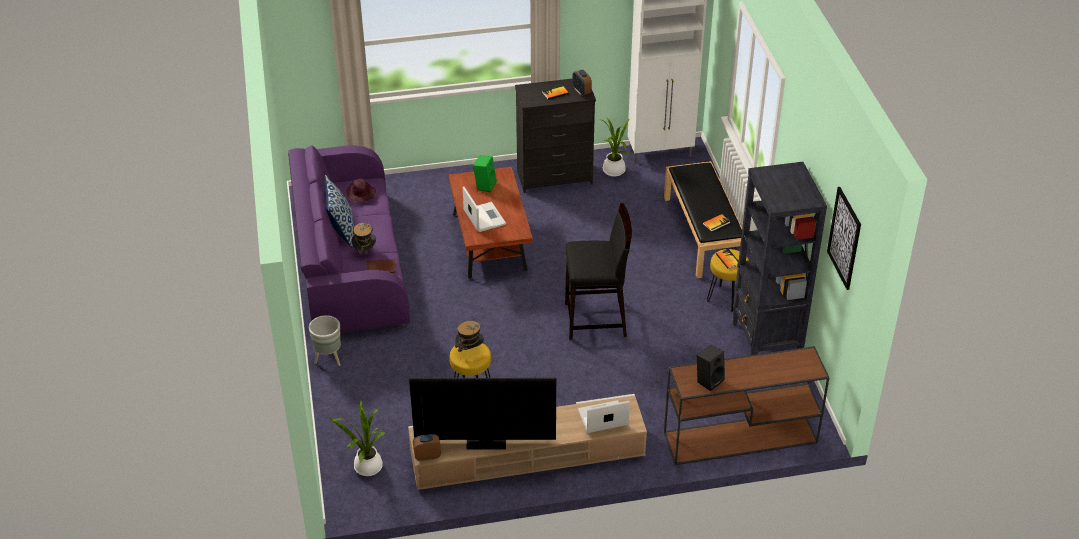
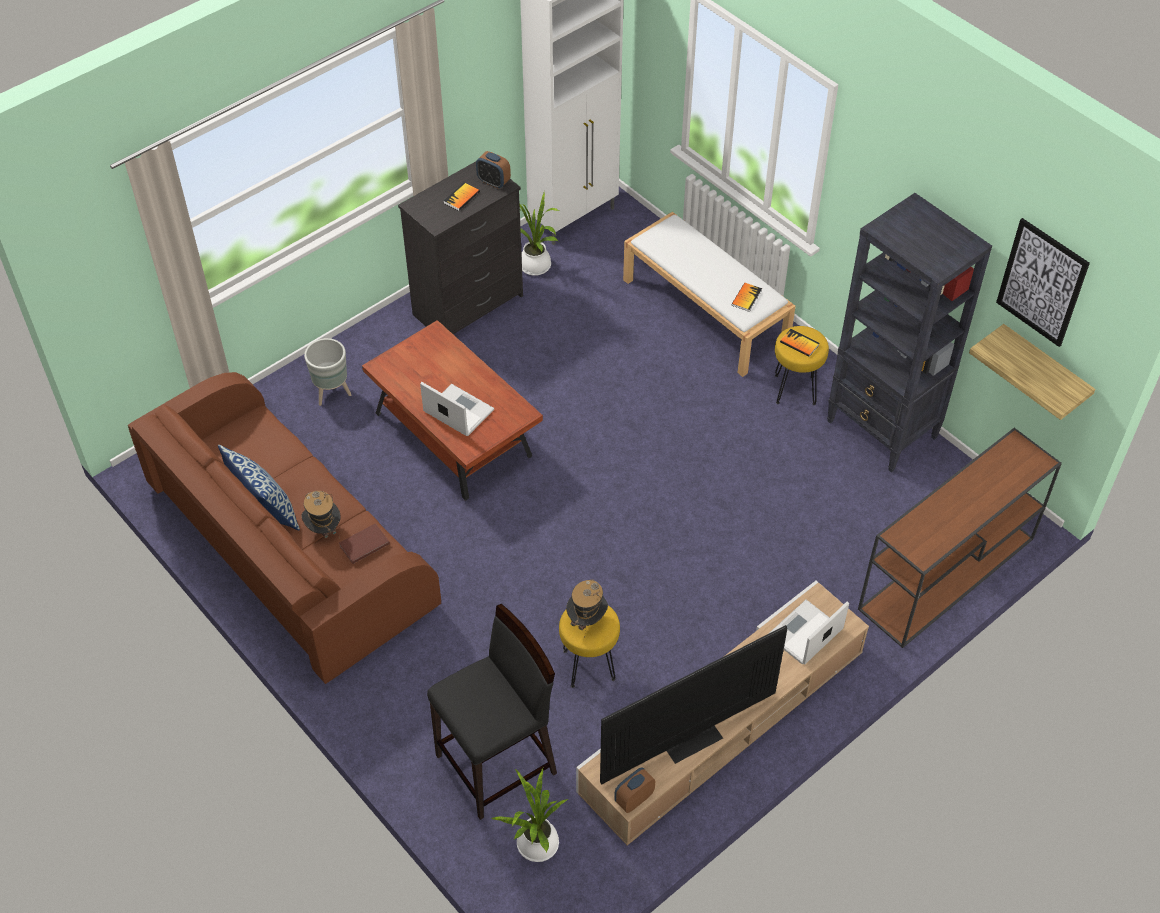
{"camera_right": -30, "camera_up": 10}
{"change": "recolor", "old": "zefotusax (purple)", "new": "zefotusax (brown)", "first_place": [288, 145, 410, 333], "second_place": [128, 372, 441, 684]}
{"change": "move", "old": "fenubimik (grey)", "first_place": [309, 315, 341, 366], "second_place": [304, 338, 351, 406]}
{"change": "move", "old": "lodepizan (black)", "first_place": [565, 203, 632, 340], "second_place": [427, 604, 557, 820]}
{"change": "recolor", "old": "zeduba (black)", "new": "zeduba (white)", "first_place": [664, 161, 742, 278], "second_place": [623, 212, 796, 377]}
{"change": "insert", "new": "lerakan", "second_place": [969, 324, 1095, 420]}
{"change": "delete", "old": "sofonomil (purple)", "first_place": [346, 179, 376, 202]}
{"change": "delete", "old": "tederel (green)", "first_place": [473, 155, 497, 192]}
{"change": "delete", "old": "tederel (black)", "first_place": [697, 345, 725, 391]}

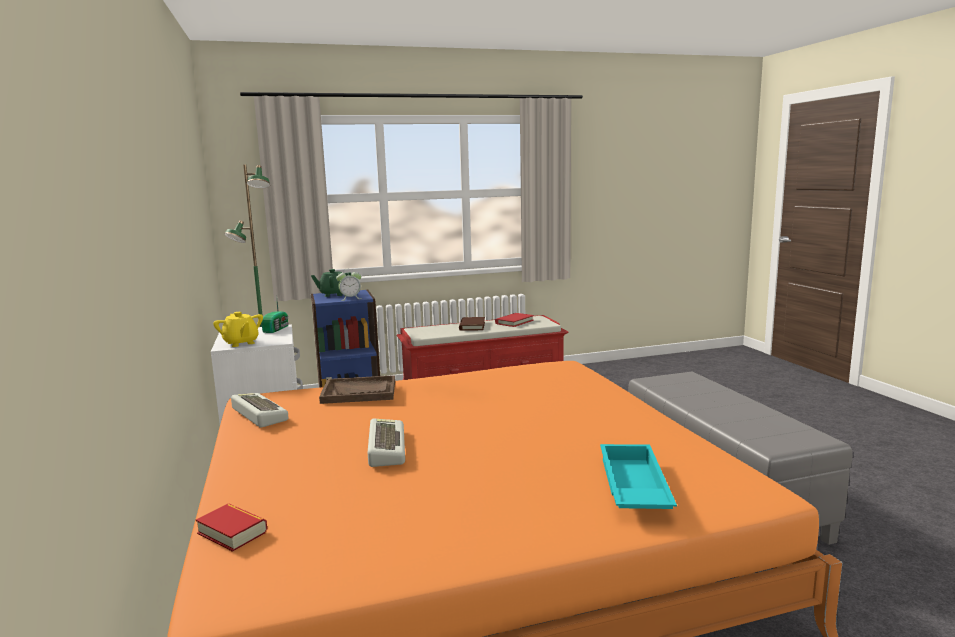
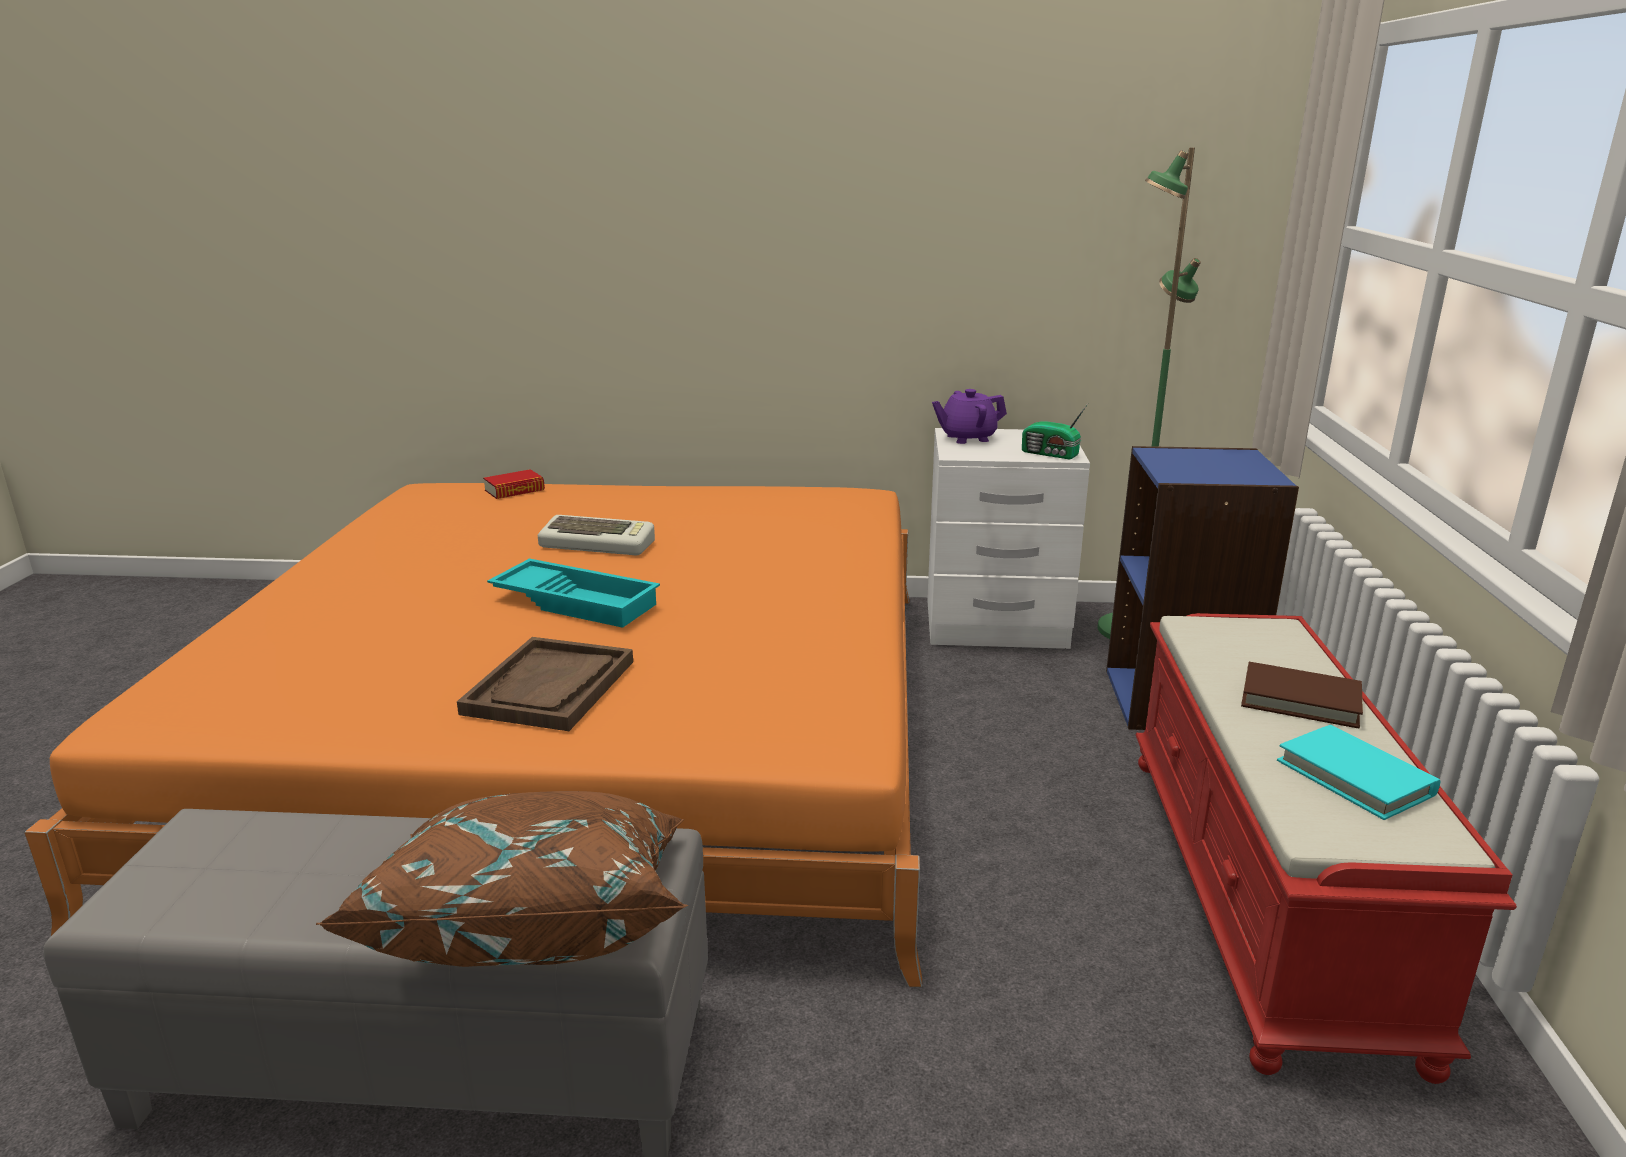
{"camera_right": 110, "camera_up": 10}
{"change": "insert", "new": "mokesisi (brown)", "second_place": [316, 791, 688, 967]}
{"change": "move", "old": "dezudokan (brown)", "first_place": [319, 375, 395, 404], "second_place": [457, 637, 633, 731]}
{"change": "move", "old": "dezudokan (turquoise)", "first_place": [600, 444, 677, 509], "second_place": [487, 558, 660, 628]}
{"change": "recolor", "old": "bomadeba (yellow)", "new": "bomadeba (purple)", "first_place": [213, 312, 263, 347], "second_place": [932, 389, 1007, 444]}
{"change": "recolor", "old": "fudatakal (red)", "new": "fudatakal (turquoise)", "first_place": [495, 313, 534, 327], "second_place": [1277, 725, 1440, 820]}
{"change": "delete", "old": "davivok", "first_place": [231, 393, 288, 428]}
{"change": "delete", "old": "bomadeba (green)", "first_place": [311, 269, 352, 297]}
{"change": "delete", "old": "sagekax", "first_place": [336, 268, 361, 301]}

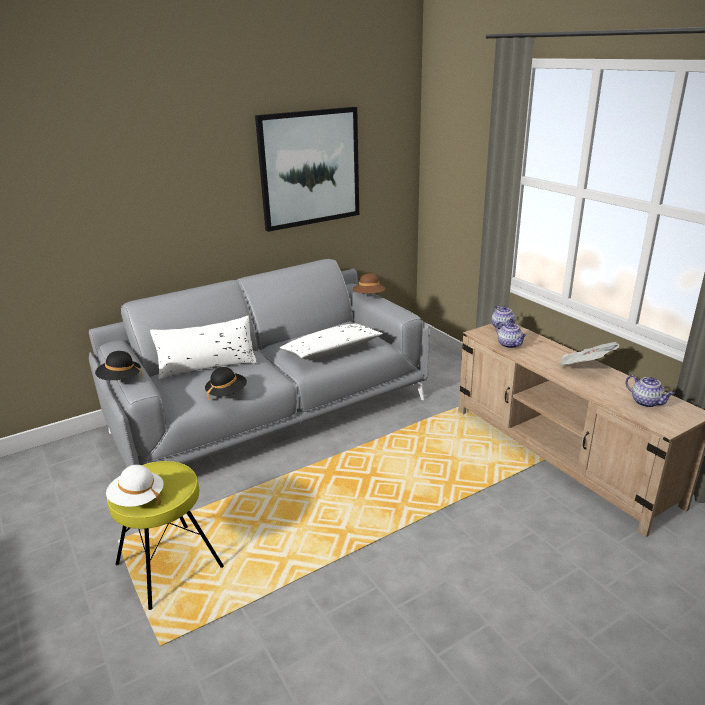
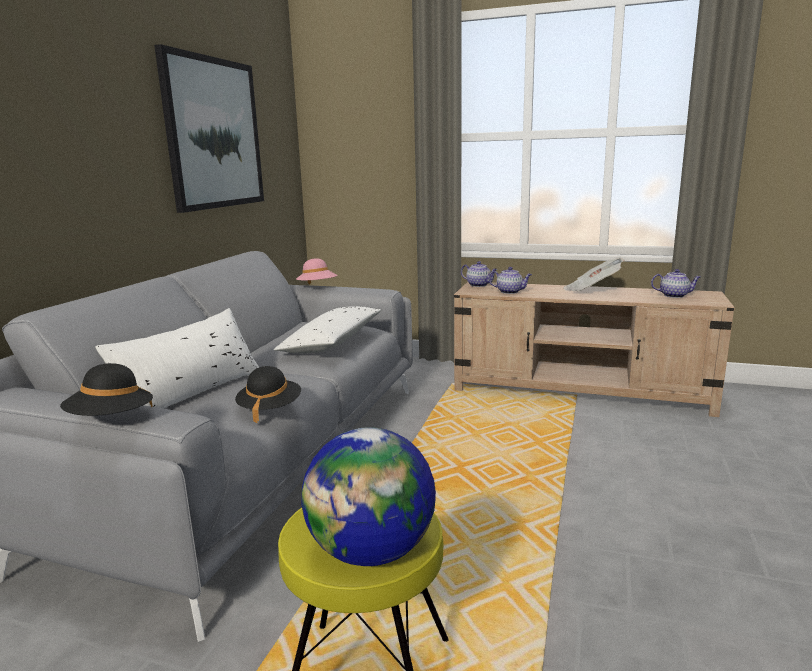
{"camera_right": -40, "camera_up": -10}
{"change": "recolor", "old": "sofonomil (brown)", "new": "sofonomil (pink)", "first_place": [353, 273, 386, 294], "second_place": [296, 258, 338, 284]}
{"change": "replace", "old": "sofonomil (white)", "new": "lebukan", "first_place": [106, 465, 164, 507], "second_place": [302, 427, 436, 566]}

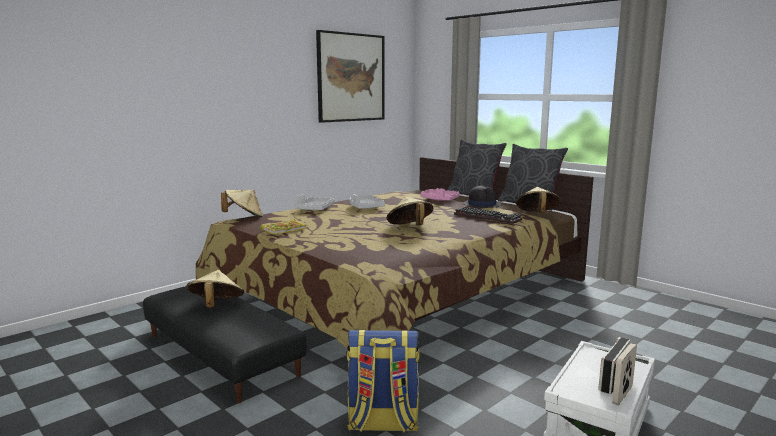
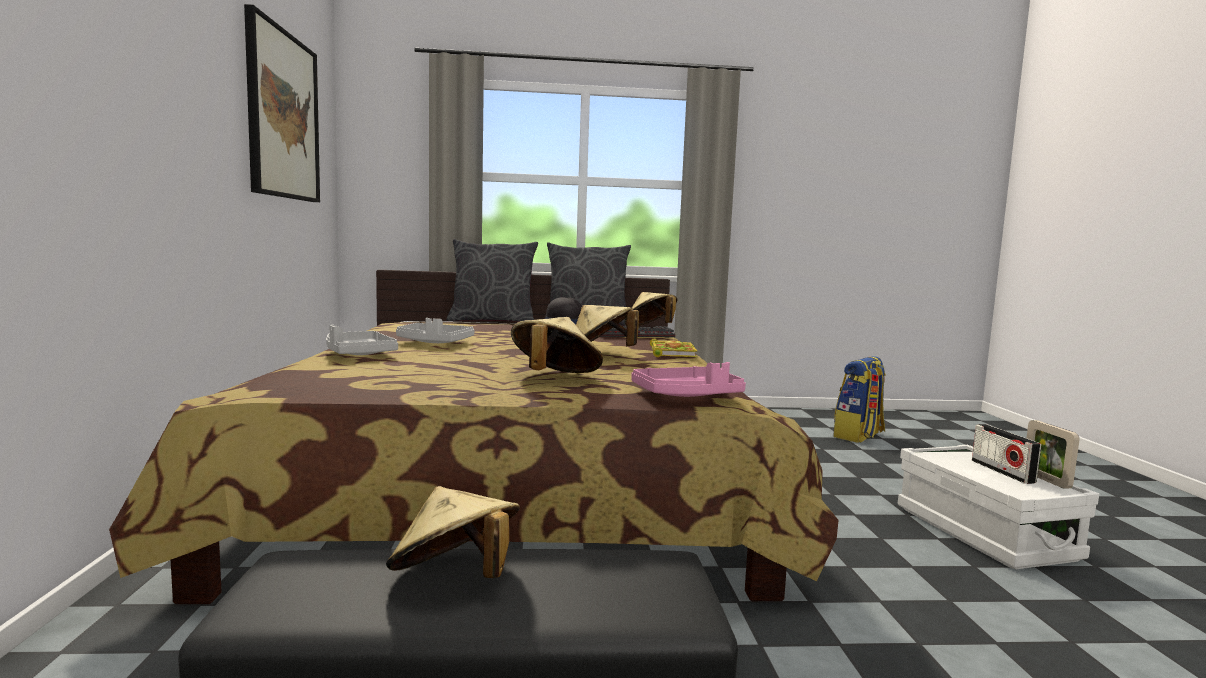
{"camera_right": -50, "camera_up": -5}
{"change": "move", "old": "sofonomil (beige)", "first_place": [221, 190, 263, 217], "second_place": [511, 317, 603, 373]}
{"change": "move", "old": "dezudokan (pink)", "first_place": [421, 188, 460, 201], "second_place": [632, 362, 746, 397]}
{"change": "move", "old": "fudatakal", "first_place": [260, 219, 307, 235], "second_place": [650, 339, 697, 357]}
{"change": "move", "old": "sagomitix", "first_place": [346, 330, 420, 432], "second_place": [833, 356, 886, 443]}

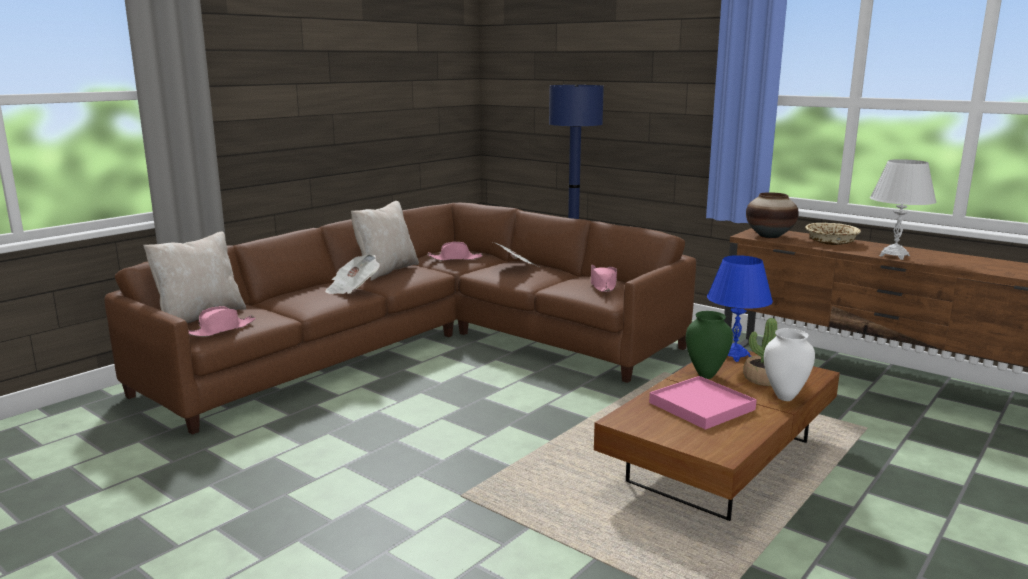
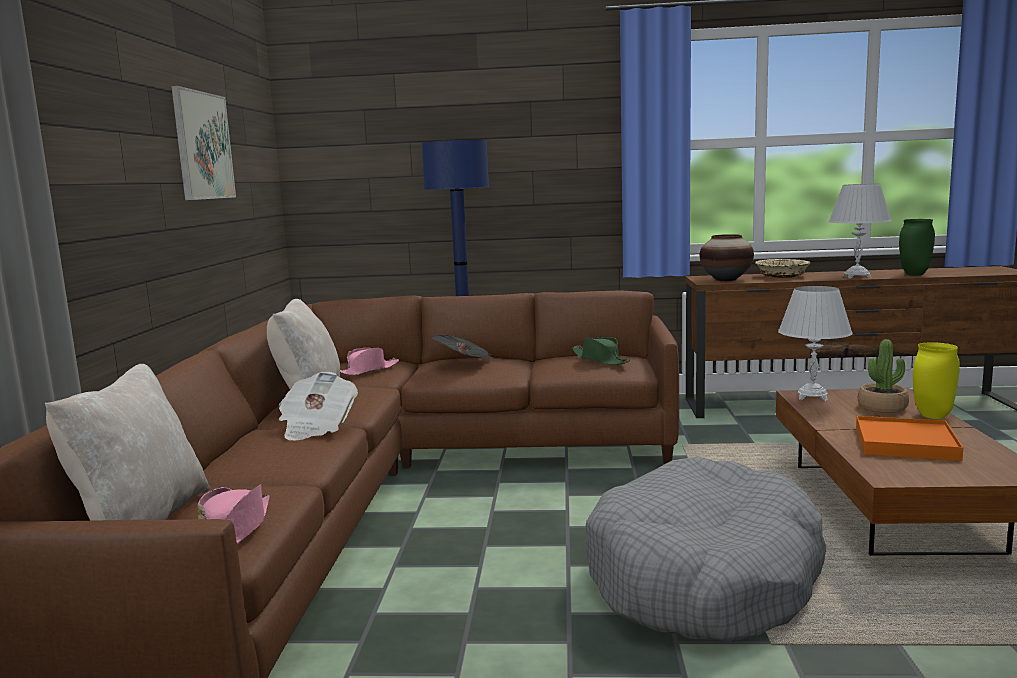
{"camera_right": -35, "camera_up": -5}
{"change": "insert", "new": "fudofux", "second_place": [171, 86, 236, 200]}
{"change": "recolor", "old": "sofonomil (pink)", "new": "sofonomil (green)", "first_place": [591, 265, 617, 292], "second_place": [572, 337, 630, 365]}
{"change": "insert", "new": "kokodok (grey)", "second_place": [585, 456, 826, 642]}
{"change": "recolor", "old": "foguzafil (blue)", "new": "foguzafil (white)", "first_place": [707, 255, 773, 362], "second_place": [778, 286, 853, 401]}
{"change": "recolor", "old": "dezudokan (pink)", "new": "dezudokan (orange)", "first_place": [649, 376, 757, 430], "second_place": [856, 416, 963, 461]}
{"change": "move", "old": "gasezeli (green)", "first_place": [686, 311, 733, 379], "second_place": [899, 219, 935, 276]}
{"change": "recolor", "old": "gasezeli (white)", "new": "gasezeli (yellow)", "first_place": [764, 328, 815, 401], "second_place": [913, 342, 960, 419]}

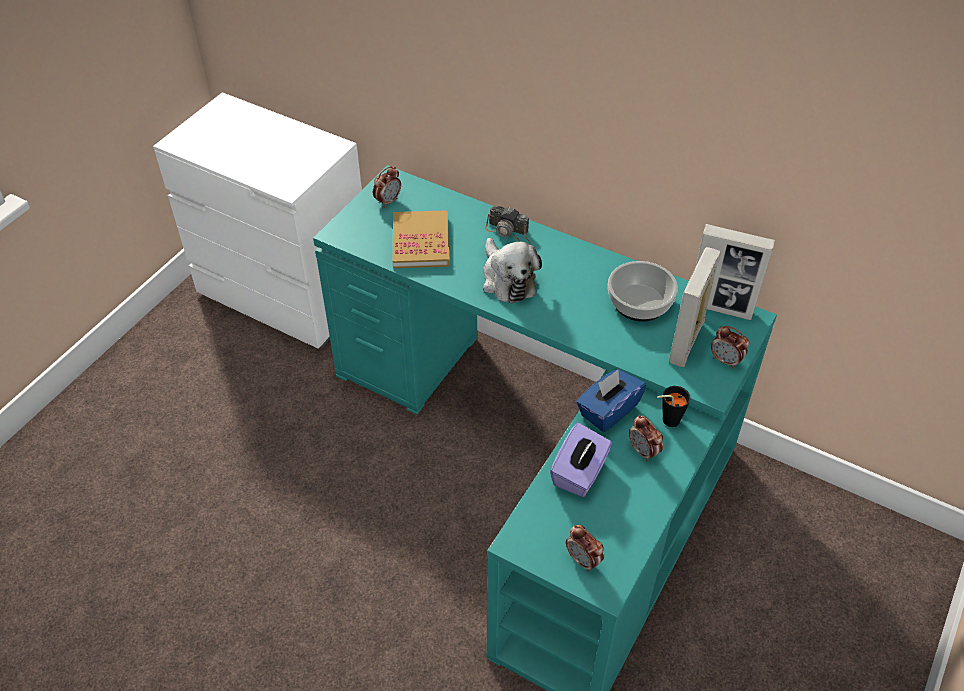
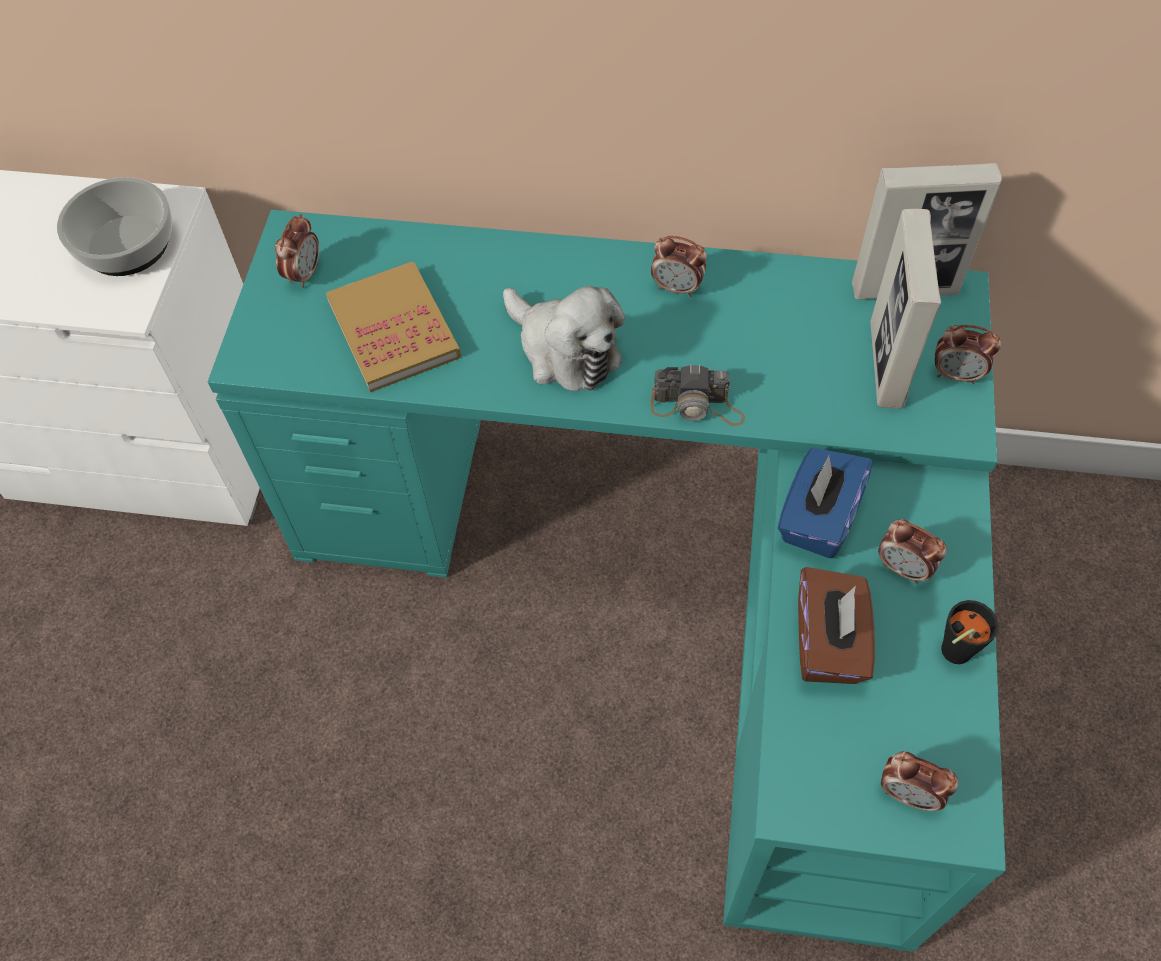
{"camera_right": -20, "camera_up": 10}
{"change": "move", "old": "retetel", "first_place": [608, 261, 678, 322], "second_place": [57, 177, 172, 276]}
{"change": "insert", "new": "sagekax", "second_place": [651, 236, 707, 297]}
{"change": "move", "old": "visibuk", "first_place": [485, 206, 531, 245], "second_place": [651, 364, 745, 426]}
{"change": "recolor", "old": "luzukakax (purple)", "new": "luzukakax (brown)", "first_place": [550, 423, 612, 497], "second_place": [798, 567, 875, 684]}
{"change": "move", "old": "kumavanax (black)", "first_place": [657, 386, 691, 427], "second_place": [941, 600, 999, 664]}

